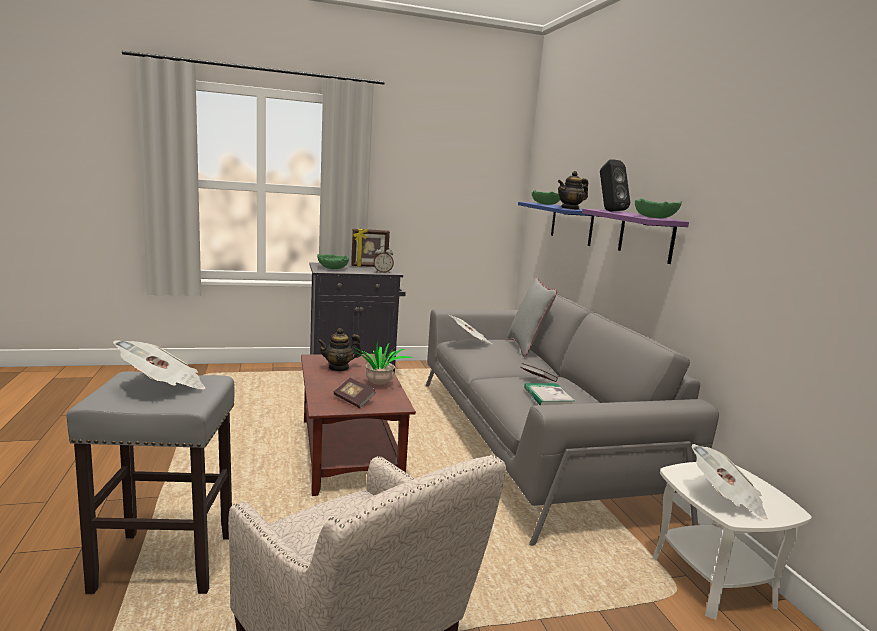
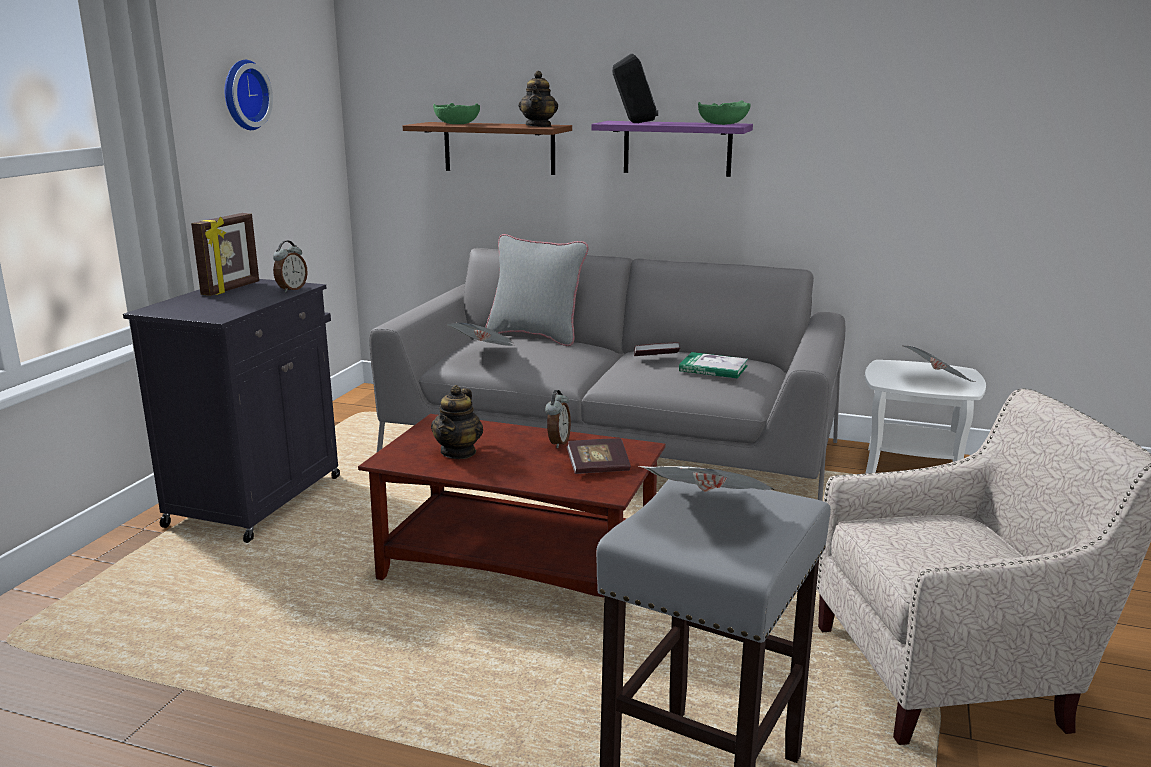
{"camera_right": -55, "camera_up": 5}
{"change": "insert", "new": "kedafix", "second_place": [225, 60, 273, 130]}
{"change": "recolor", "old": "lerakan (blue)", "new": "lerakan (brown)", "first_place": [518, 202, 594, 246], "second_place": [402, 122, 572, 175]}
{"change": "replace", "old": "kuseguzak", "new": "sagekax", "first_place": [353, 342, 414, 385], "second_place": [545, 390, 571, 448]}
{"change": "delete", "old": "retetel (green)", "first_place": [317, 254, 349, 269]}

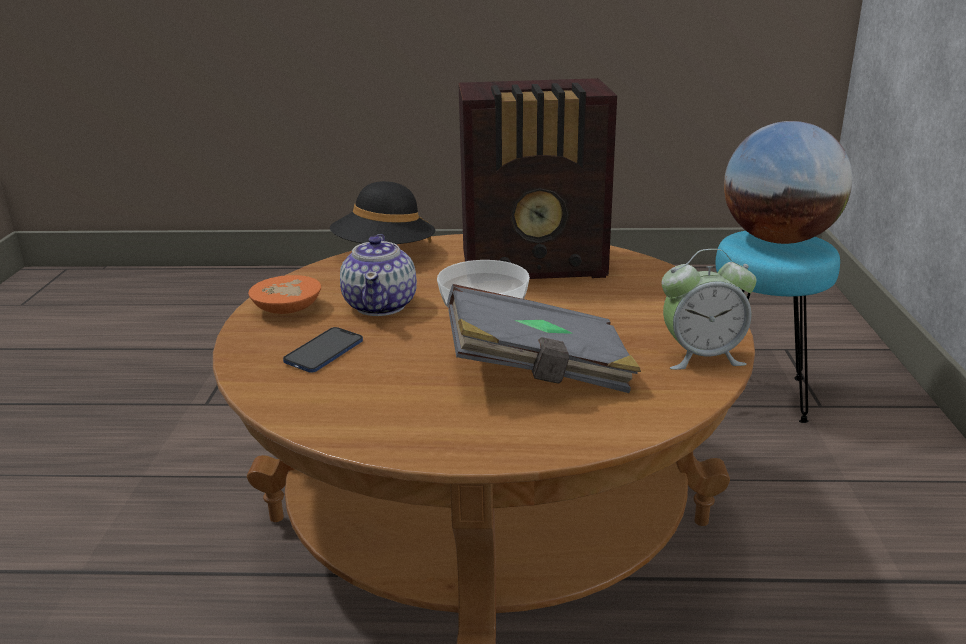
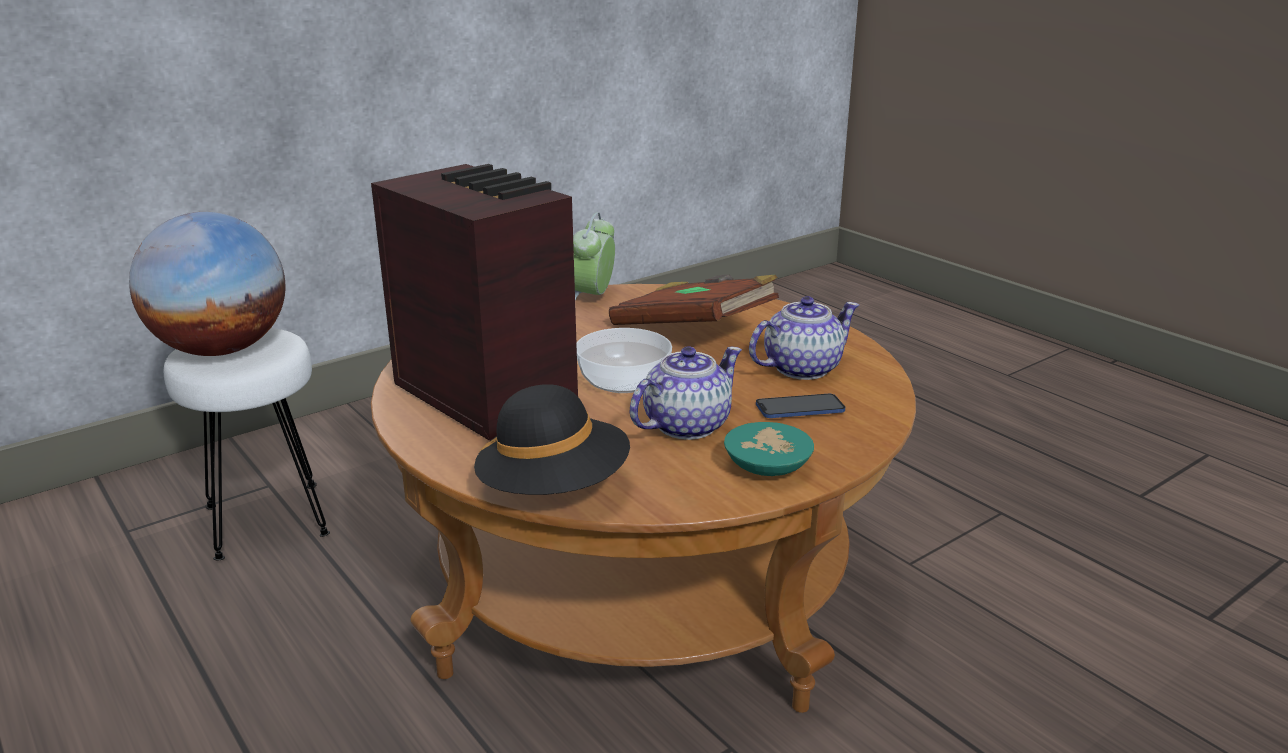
{"camera_right": -130, "camera_up": 0}
{"change": "recolor", "old": "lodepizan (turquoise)", "new": "lodepizan (white)", "first_place": [716, 231, 840, 423], "second_place": [164, 328, 330, 560]}
{"change": "rotate", "old": "sagekax", "first_place": [662, 249, 756, 370], "second_place": [573, 212, 615, 300], "degrees": -120}
{"change": "recolor", "old": "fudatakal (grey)", "new": "fudatakal (brown)", "first_place": [447, 284, 641, 393], "second_place": [609, 275, 779, 325]}
{"change": "recolor", "old": "retetel (orange)", "new": "retetel (turquoise)", "first_place": [248, 275, 321, 314], "second_place": [724, 422, 814, 476]}
{"change": "insert", "new": "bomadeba", "second_place": [749, 296, 859, 380]}

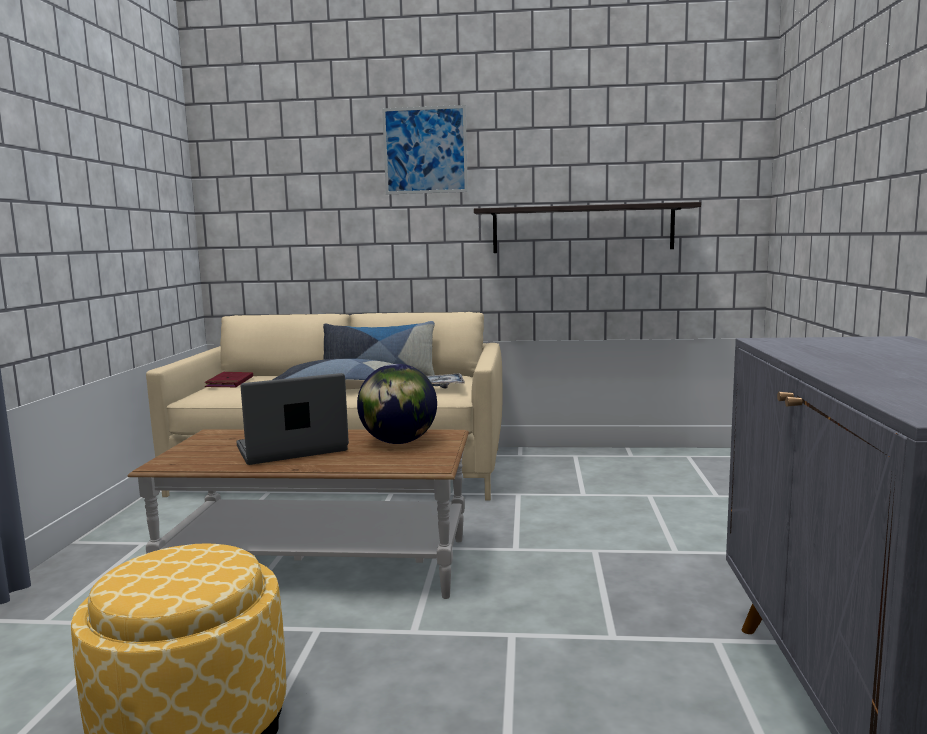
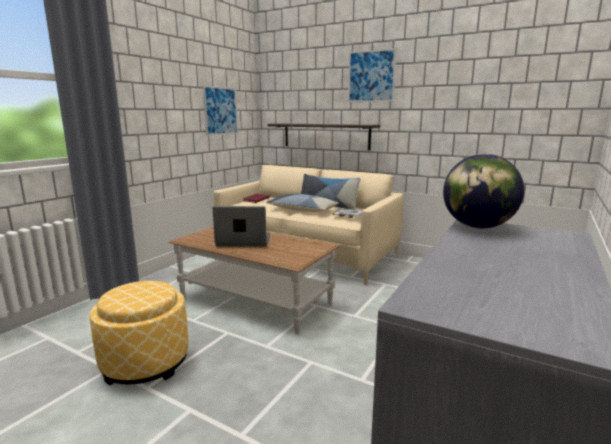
{"camera_right": 25, "camera_up": 5}
{"change": "insert", "new": "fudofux", "second_place": [203, 86, 238, 136]}
{"change": "move", "old": "lerakan", "first_place": [474, 202, 701, 253], "second_place": [268, 124, 380, 150]}
{"change": "move", "old": "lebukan", "first_place": [357, 364, 437, 444], "second_place": [443, 154, 524, 228]}

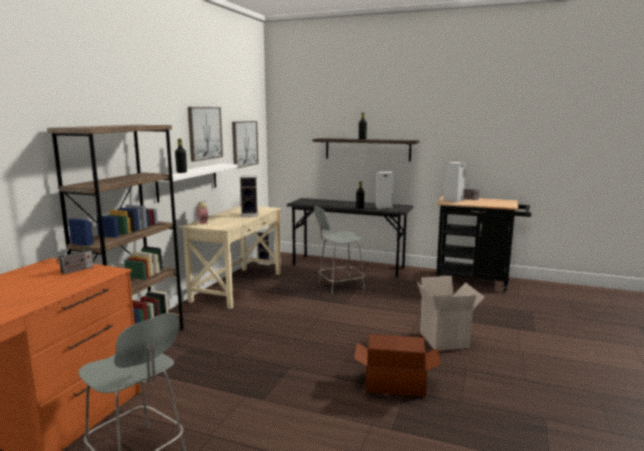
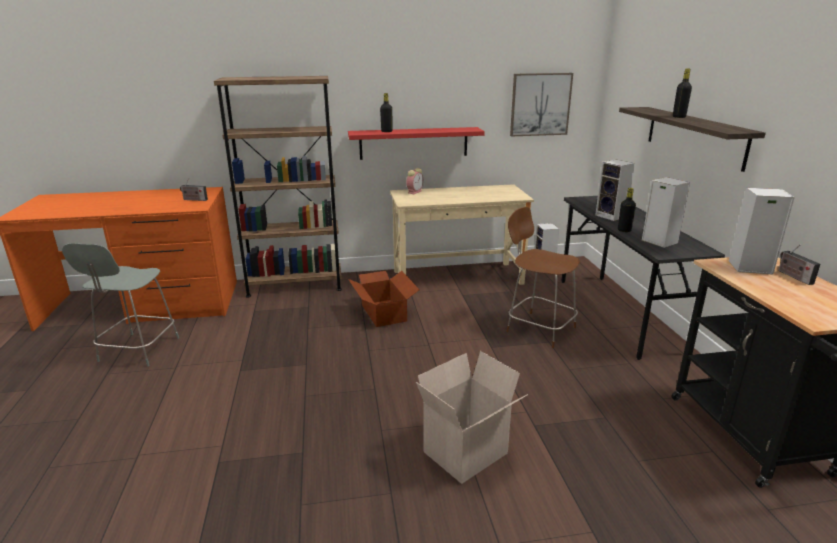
{"camera_right": 60, "camera_up": 10}
{"change": "recolor", "old": "lerakan (white)", "new": "lerakan (red)", "first_place": [155, 164, 237, 203], "second_place": [348, 127, 485, 160]}
{"change": "move", "old": "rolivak", "first_place": [354, 334, 441, 397], "second_place": [348, 271, 419, 327]}
{"change": "recolor", "old": "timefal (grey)", "new": "timefal (brown)", "first_place": [314, 206, 365, 295], "second_place": [506, 207, 580, 348]}
{"change": "move", "old": "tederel", "first_place": [240, 175, 258, 217], "second_place": [595, 159, 635, 221]}
{"change": "delete", "old": "fudofux", "first_place": [188, 107, 223, 162]}

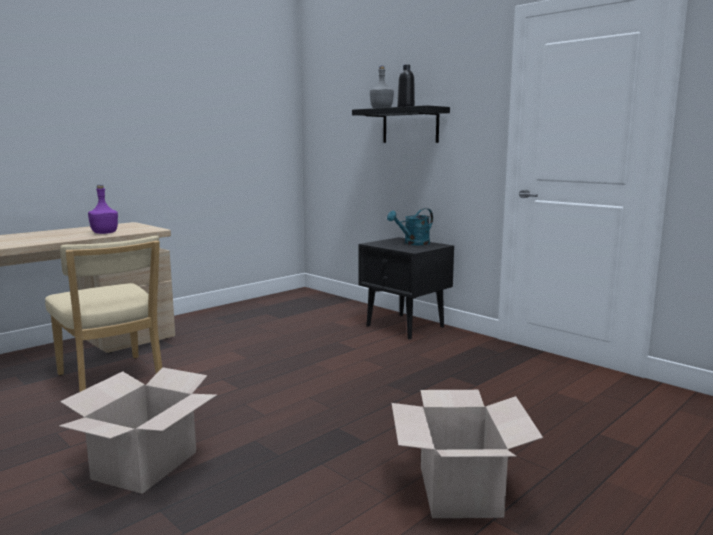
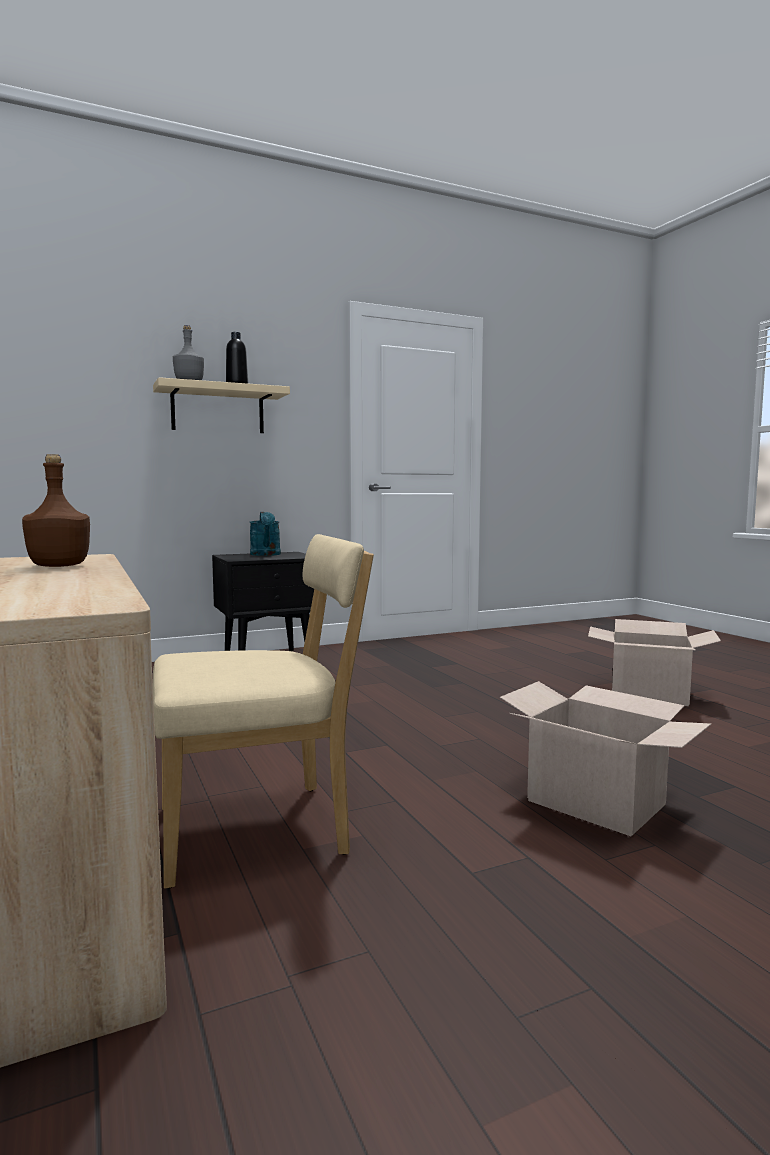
{"camera_right": -70, "camera_up": -5}
{"change": "recolor", "old": "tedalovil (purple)", "new": "tedalovil (brown)", "first_place": [88, 185, 118, 234], "second_place": [22, 454, 90, 567]}
{"change": "recolor", "old": "lerakan (black)", "new": "lerakan (beige)", "first_place": [352, 105, 450, 143], "second_place": [153, 377, 290, 433]}

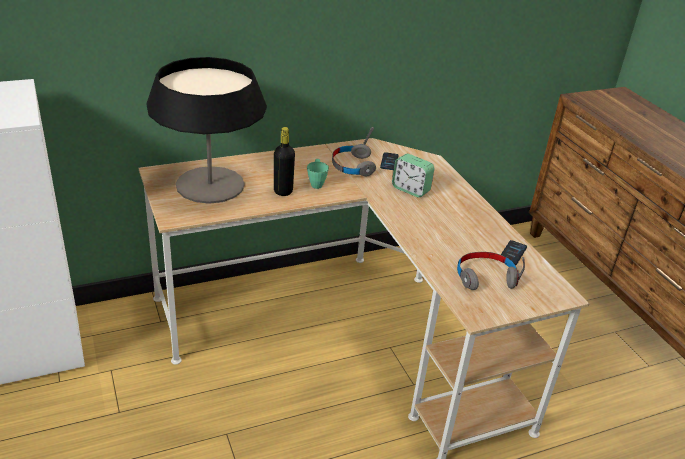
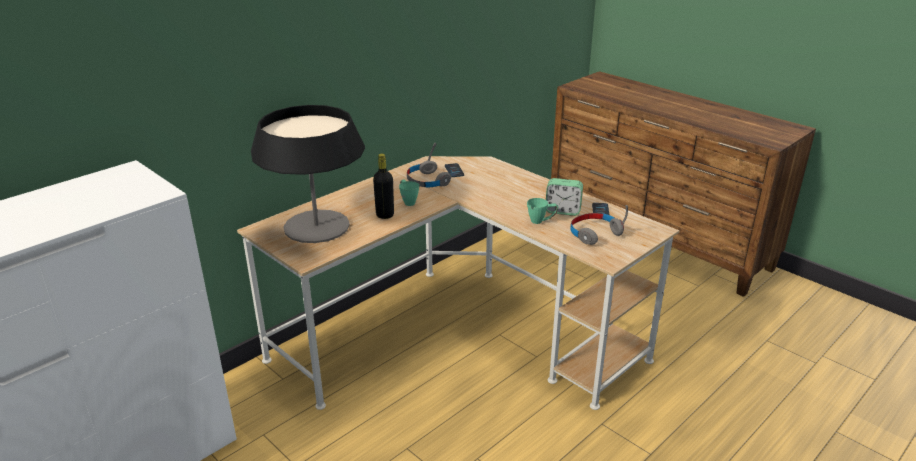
{"camera_right": -20, "camera_up": -5}
{"change": "insert", "new": "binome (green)", "second_place": [527, 198, 558, 224]}
{"change": "move", "old": "sagekax", "first_place": [392, 154, 435, 197], "second_place": [546, 178, 583, 216]}

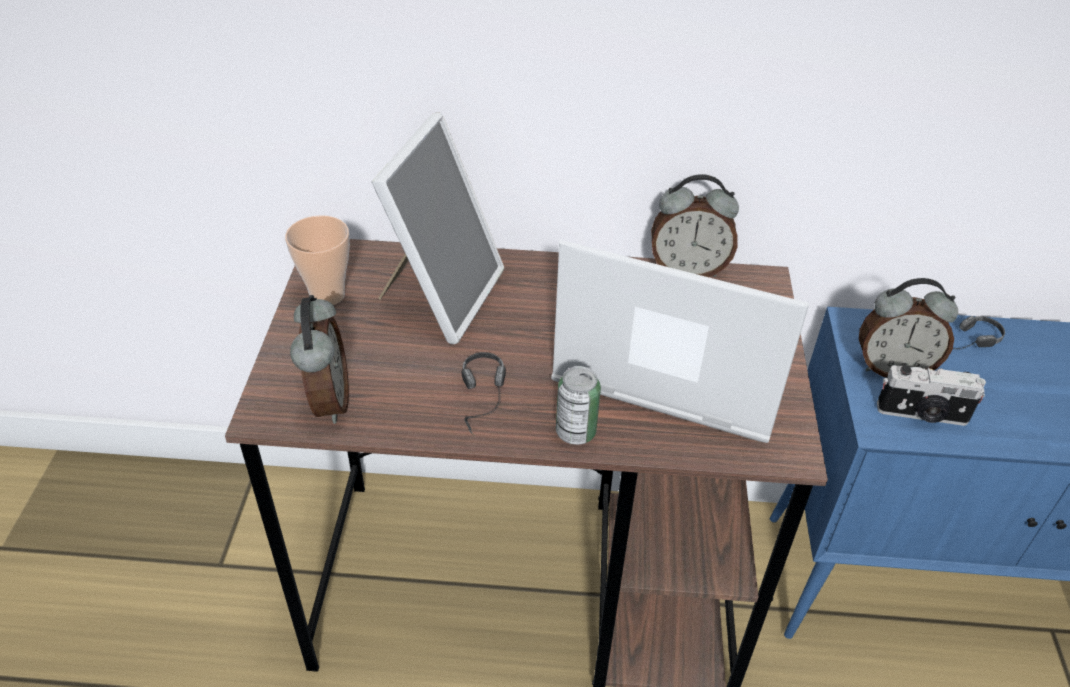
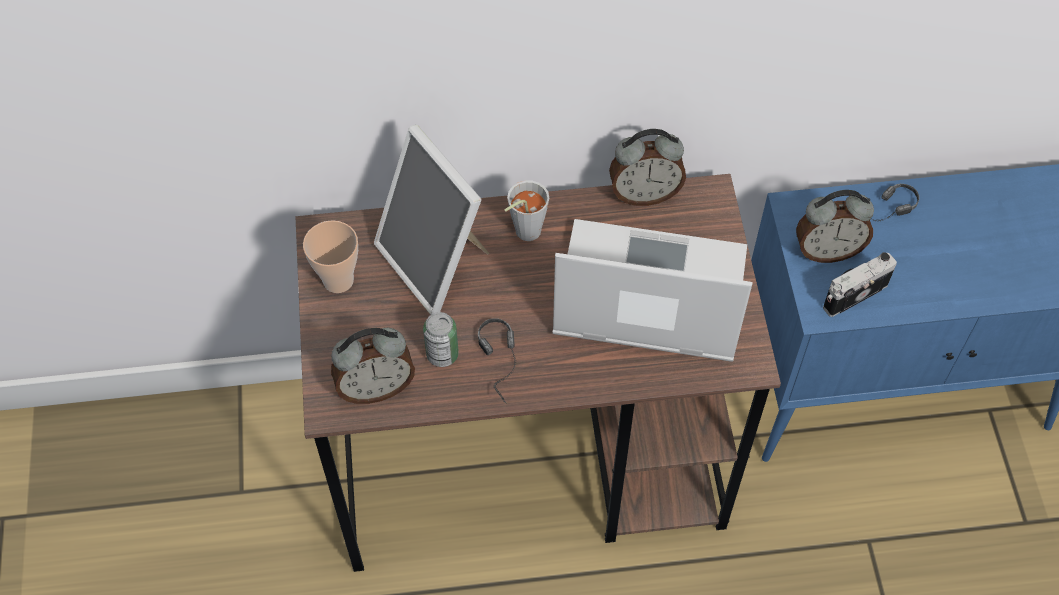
{"camera_right": -10, "camera_up": 15}
{"change": "rotate", "old": "sagekax", "first_place": [290, 295, 349, 424], "second_place": [331, 328, 415, 404], "degrees": 90}
{"change": "rotate", "old": "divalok", "first_place": [372, 112, 504, 344], "second_place": [374, 125, 489, 315], "degrees": 135}
{"change": "move", "old": "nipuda", "first_place": [556, 366, 601, 445], "second_place": [423, 312, 459, 367]}
{"change": "insert", "new": "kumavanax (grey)", "second_place": [504, 180, 549, 241]}
{"change": "rotate", "old": "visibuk", "first_place": [877, 365, 986, 426], "second_place": [823, 252, 897, 317], "degrees": 150}

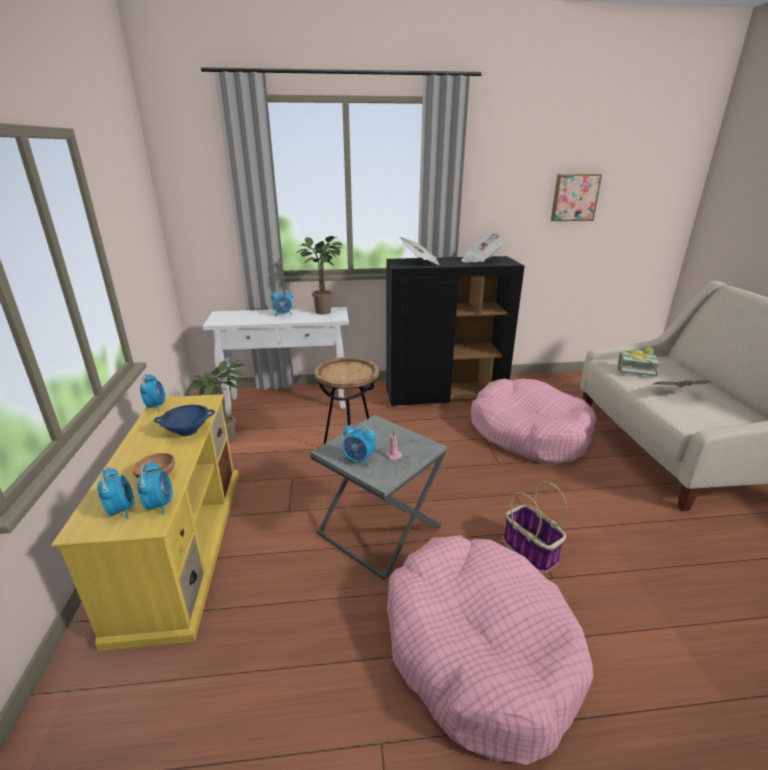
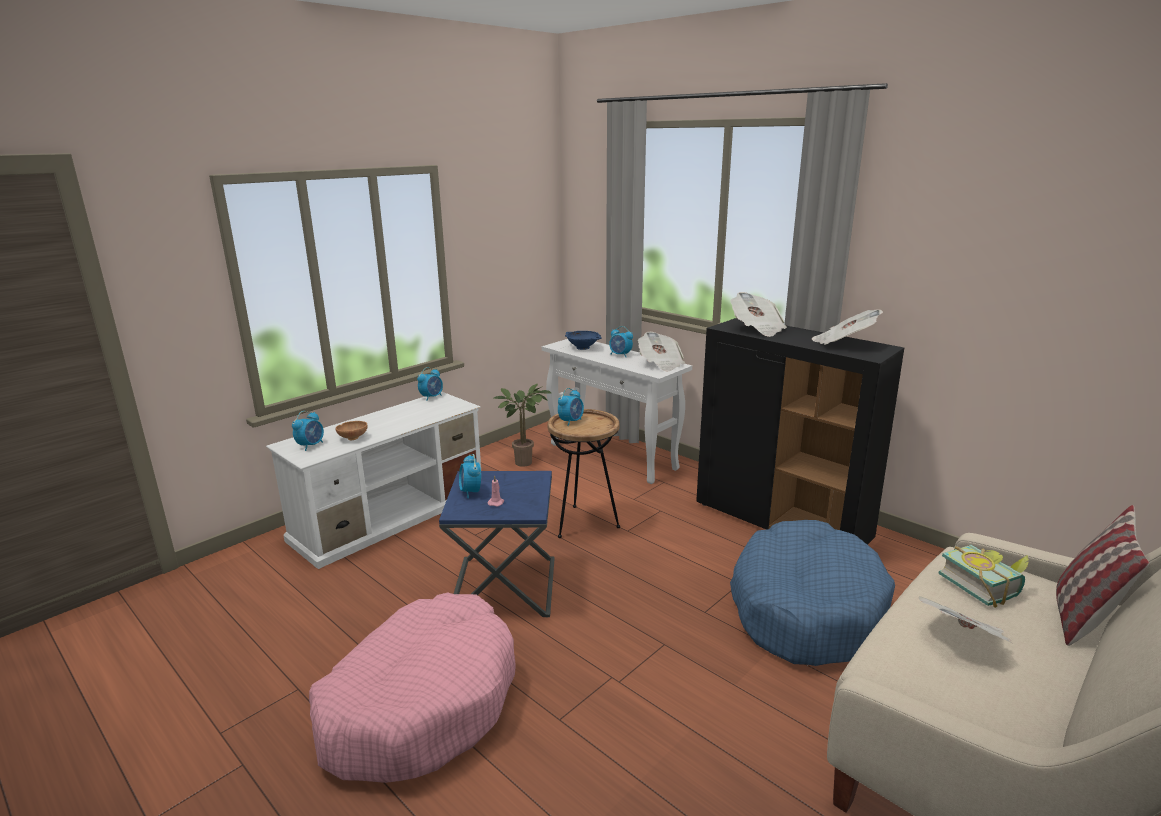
{"camera_right": 50, "camera_up": -5}
{"change": "recolor", "old": "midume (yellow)", "new": "midume (white)", "first_place": [51, 394, 239, 651], "second_place": [266, 391, 481, 569]}
{"change": "recolor", "old": "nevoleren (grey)", "new": "nevoleren (blue)", "first_place": [310, 415, 446, 580], "second_place": [439, 471, 554, 618]}
{"change": "move", "old": "sagekax", "first_place": [137, 461, 173, 515], "second_place": [558, 388, 584, 426]}
{"change": "move", "old": "retetel (blue)", "first_place": [154, 405, 215, 436], "second_place": [565, 331, 602, 350]}
{"change": "replace", "old": "kuseguzak", "new": "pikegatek", "first_place": [297, 236, 344, 314], "second_place": [638, 332, 685, 372]}
{"change": "recolor", "old": "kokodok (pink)", "new": "kokodok (blue)", "first_place": [471, 378, 597, 464], "second_place": [730, 520, 895, 666]}
{"change": "insert", "new": "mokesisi", "second_place": [1056, 505, 1150, 646]}
{"change": "delete", "old": "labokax", "first_place": [504, 481, 567, 572]}
{"change": "delete", "old": "fudofux", "first_place": [551, 174, 602, 221]}

